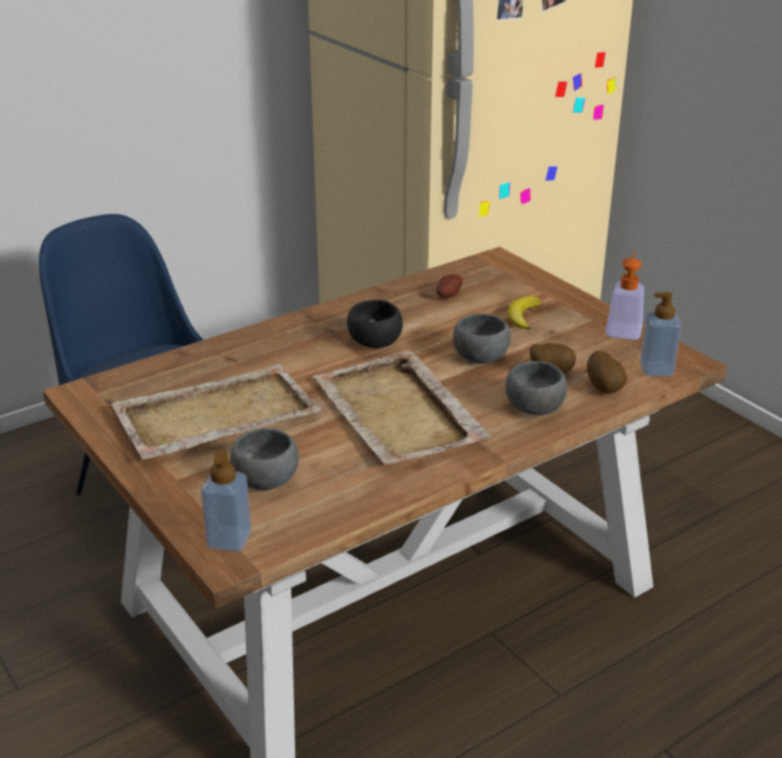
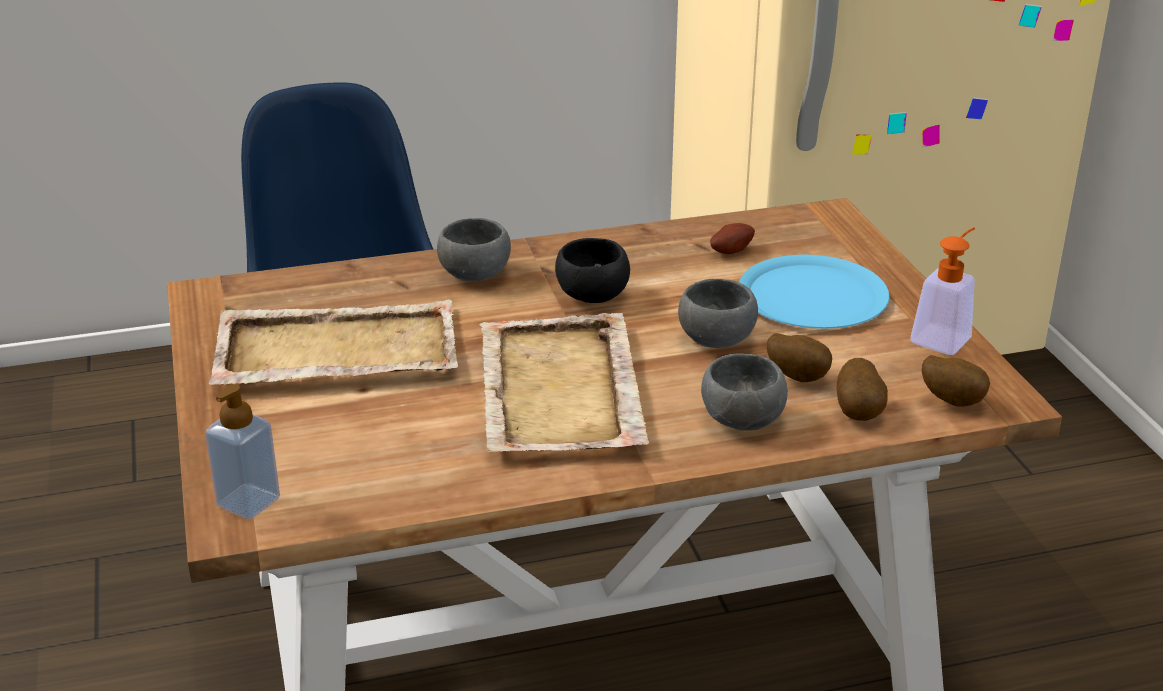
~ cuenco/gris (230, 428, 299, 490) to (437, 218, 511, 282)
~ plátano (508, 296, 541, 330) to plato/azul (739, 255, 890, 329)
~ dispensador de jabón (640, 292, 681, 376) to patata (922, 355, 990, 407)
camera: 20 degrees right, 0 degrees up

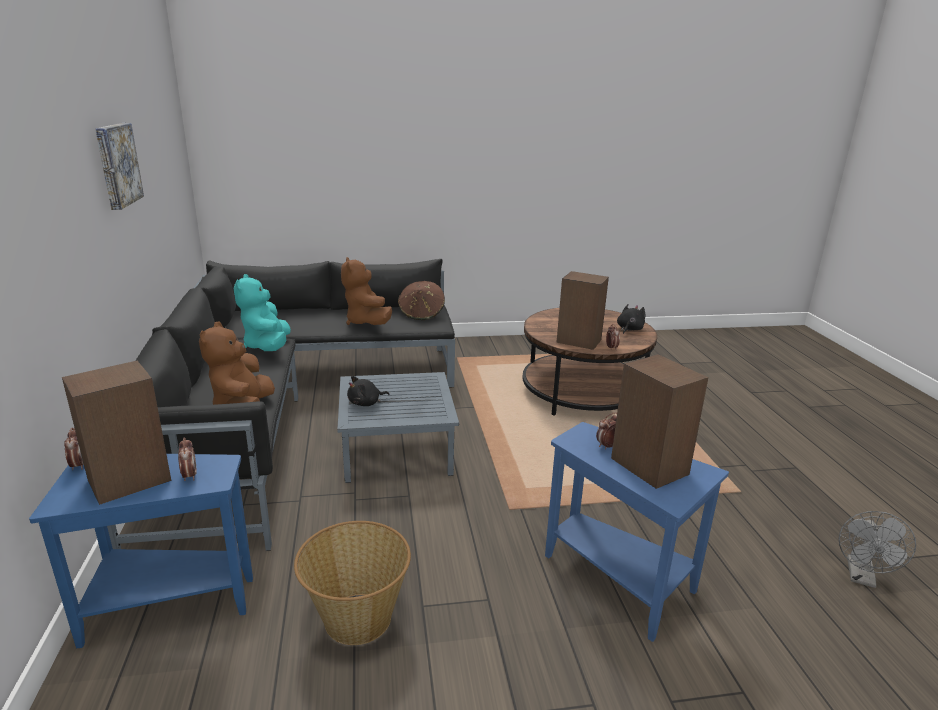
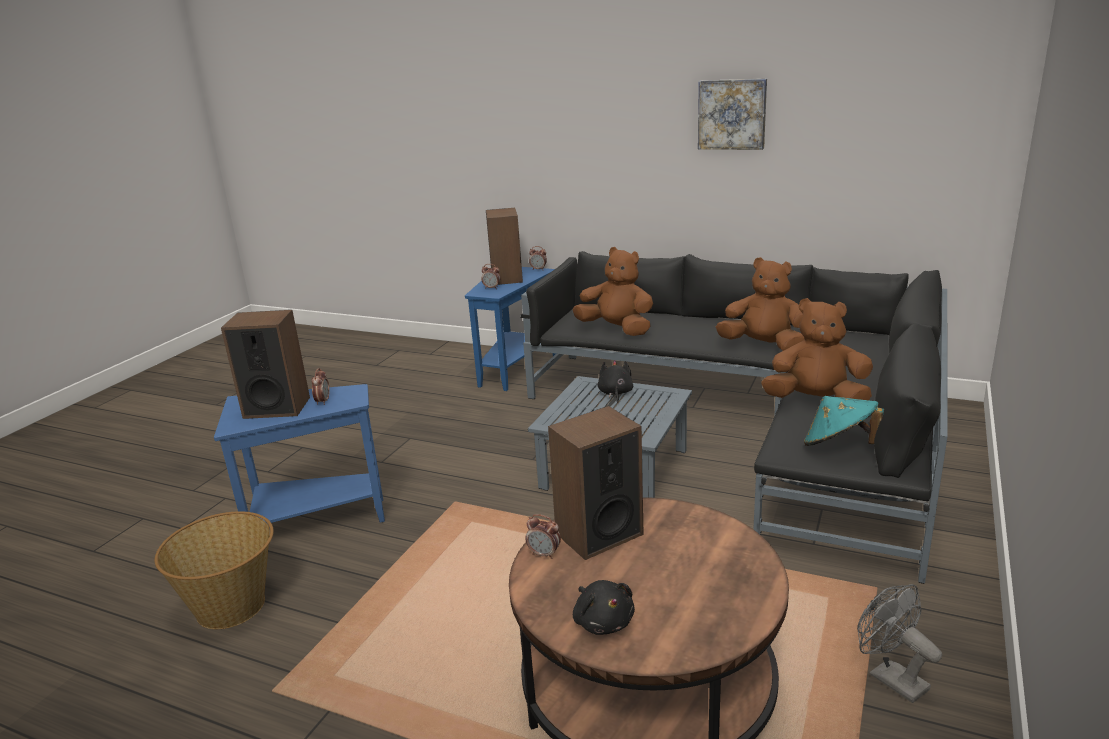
~ cesta (294, 521, 411, 645) to (155, 511, 274, 629)
~ ventilador/gris (839, 511, 916, 588) to (857, 584, 942, 703)
~ peluche/turquesa (234, 274, 291, 351) to peluche/marrón (716, 257, 804, 351)
~ sombrero/marrón (398, 281, 445, 320) to sombrero/turquesa (804, 396, 884, 446)
camera: 125 degrees right, 0 degrees up

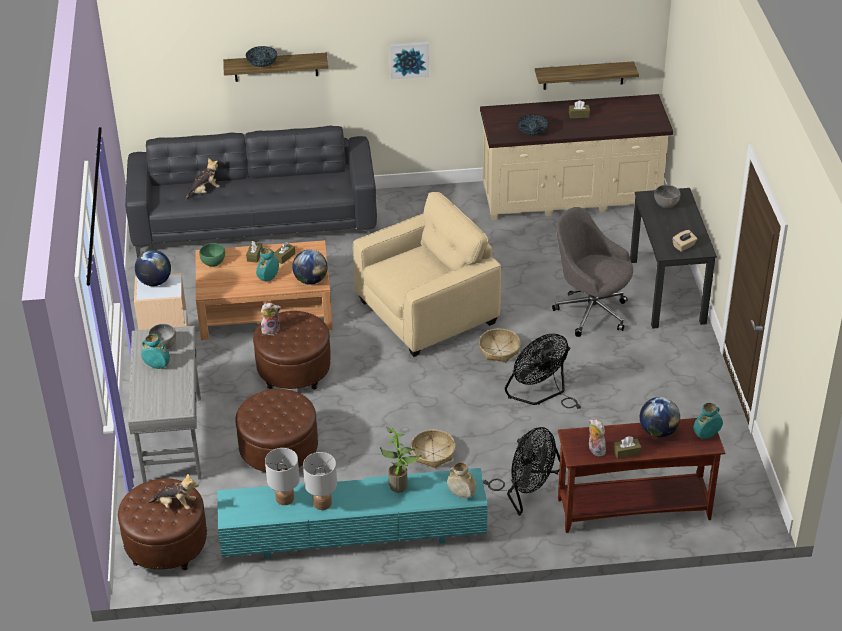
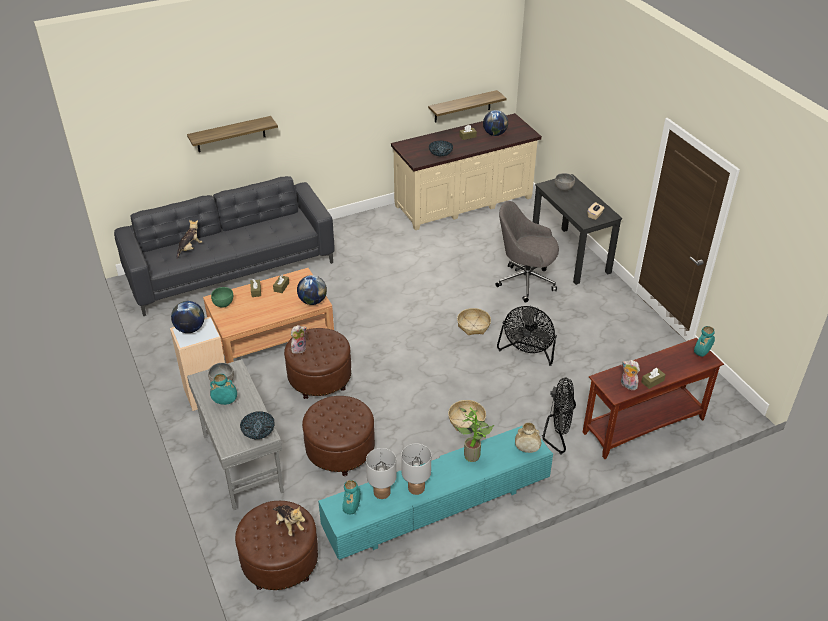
- sillón/beis (353, 192, 501, 357)
- cuadro (390, 42, 429, 79)
~ cuenco (246, 46, 277, 67) to (240, 411, 275, 439)
~ florero/turquesa (256, 248, 279, 281) to (342, 480, 361, 514)
~ globo terráqueo (640, 397, 680, 437) to (483, 110, 508, 136)
~ peluche (149, 474, 199, 509) = (273, 505, 305, 536) 60 degrees clockwise
~ ventilador/negro (505, 334, 581, 409) = (497, 306, 557, 366) 105 degrees counterclockwise
camera: 20 degrees left, 0 degrees up

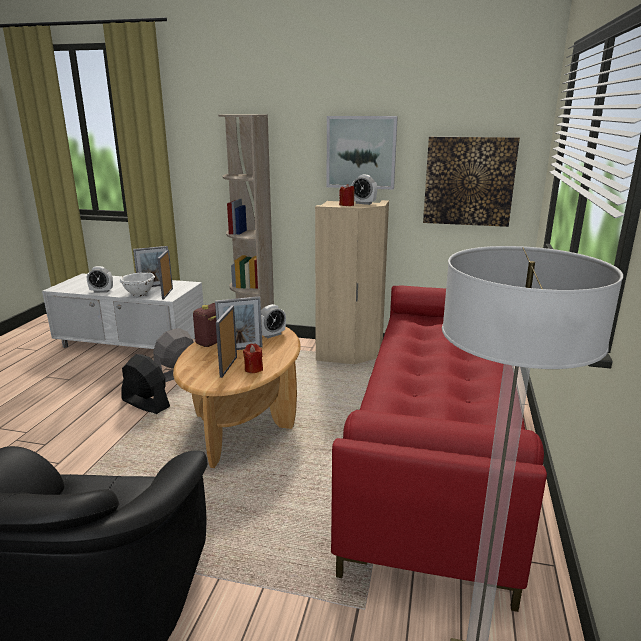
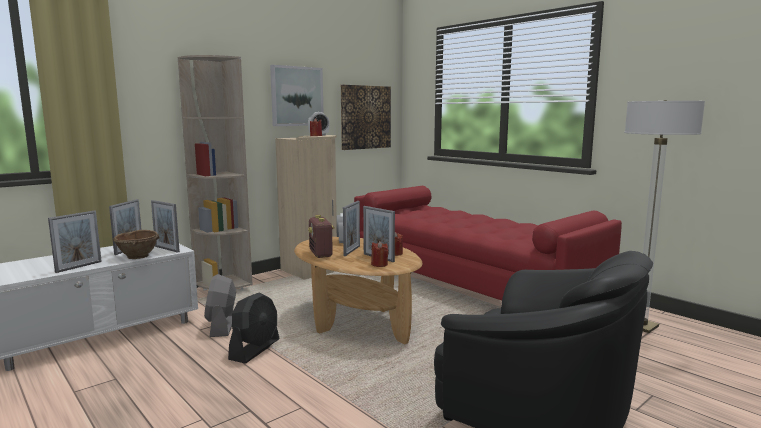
+ vela/rojo (371, 241, 389, 267)
~ despertador (87, 266, 113, 293) to portarretratos (48, 210, 102, 273)
~ cuenco/blanco (120, 272, 155, 297) to cuenco/marrón (113, 230, 159, 259)
~ ventilador/negro (121, 354, 170, 414) = (228, 293, 280, 363) 135 degrees clockwise
camera: 55 degrees left, 10 degrees down

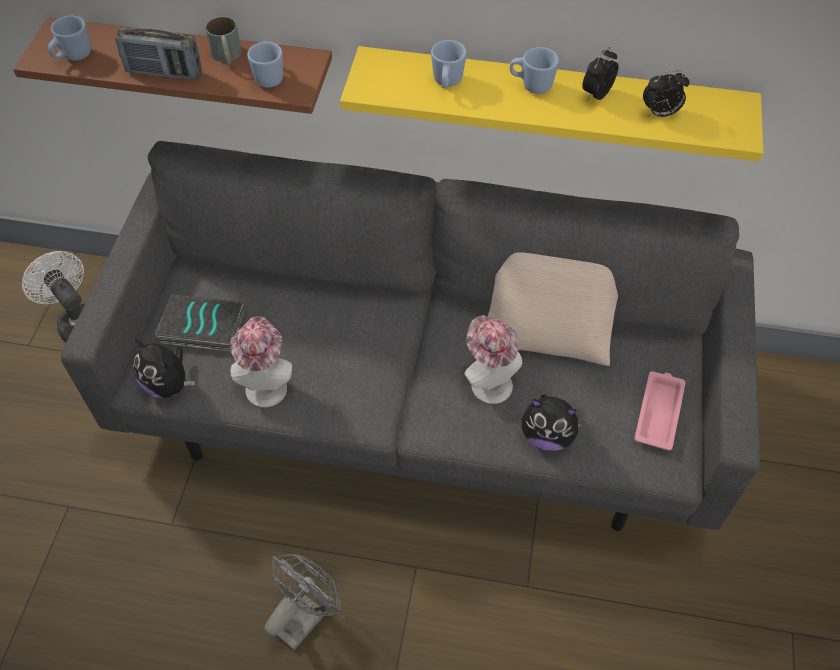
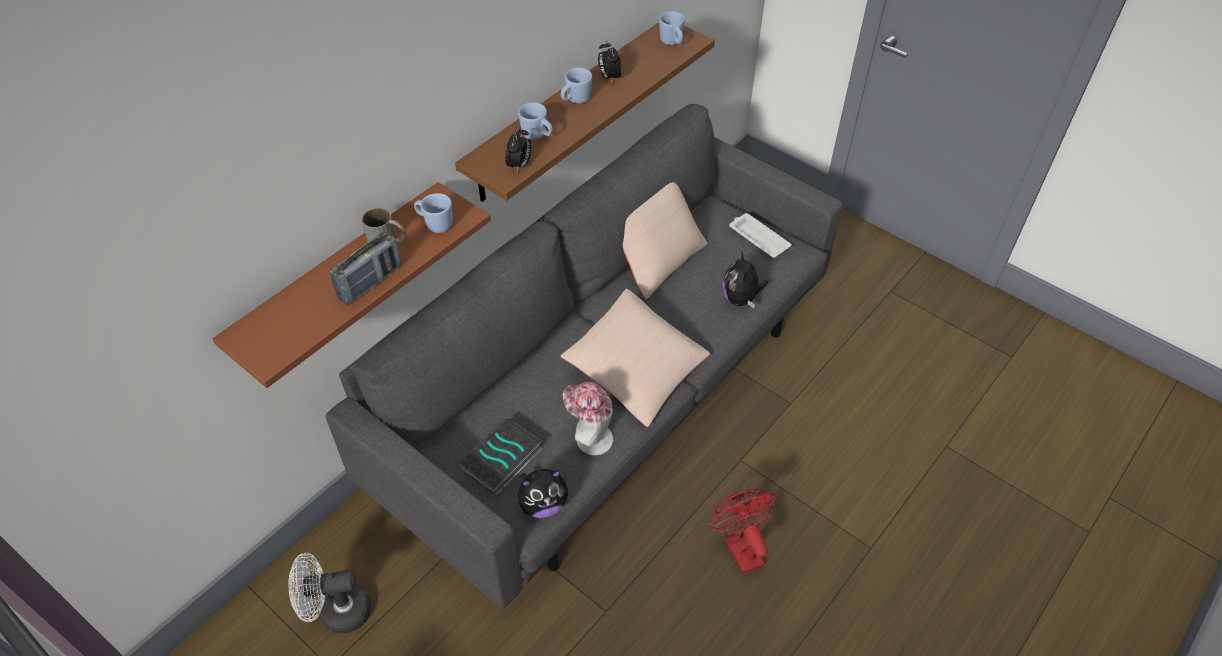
- sombrero (465, 315, 522, 404)
+ cojín/beis (560, 289, 710, 427)
~ taza grande/azul (48, 16, 91, 61) to (659, 11, 685, 45)
~ despertador (643, 70, 689, 117) to (505, 127, 531, 172)
~ ventilador/gris (265, 554, 341, 650) to ventilador/rojo (709, 489, 776, 574)
~ estante/amarillo (340, 46, 763, 162) to estante/marrón (455, 23, 715, 202)
~ bandeja/rosa (635, 371, 685, 451) to bandeja/blanco (729, 213, 792, 258)
~ peluche (522, 394, 586, 451) = (722, 250, 768, 308) 135 degrees clockwise
camera: 60 degrees left, 5 degrees down

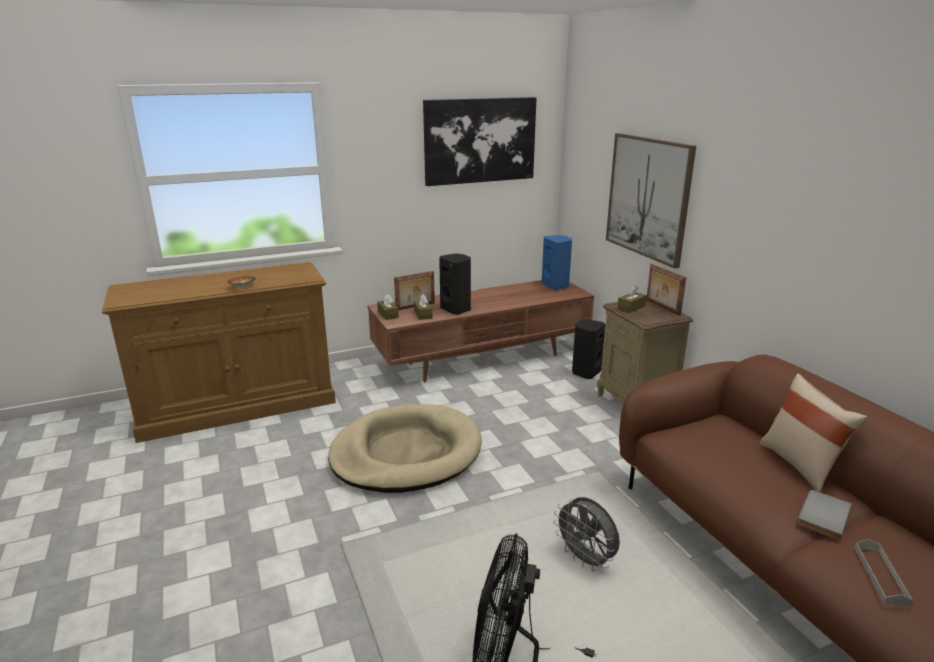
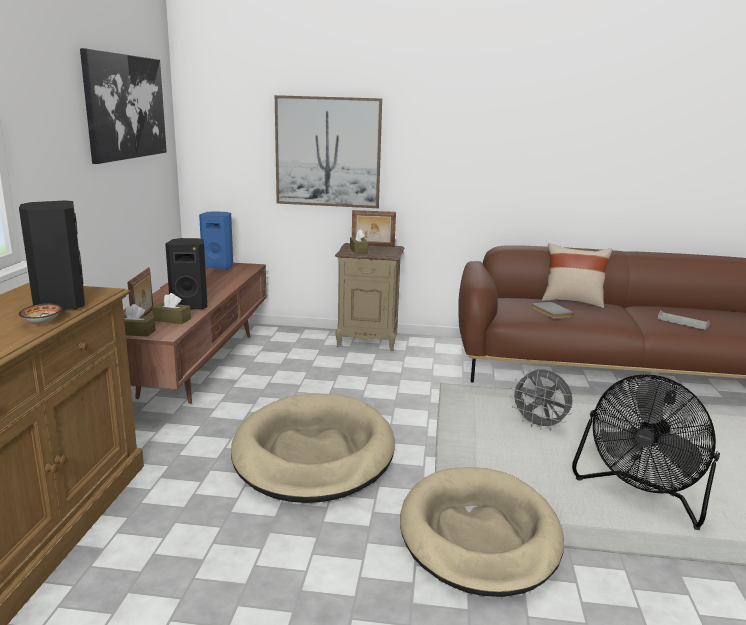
+ cama para perro/beis (400, 467, 564, 597)
~ altavoz/negro (572, 319, 606, 379) to (19, 200, 85, 309)
~ libro/gris (797, 490, 852, 540) to (532, 302, 575, 319)
~ ventilador/gris (553, 497, 620, 571) = (510, 370, 572, 430) 45 degrees clockwise
camera: 60 degrees left, 5 degrees down

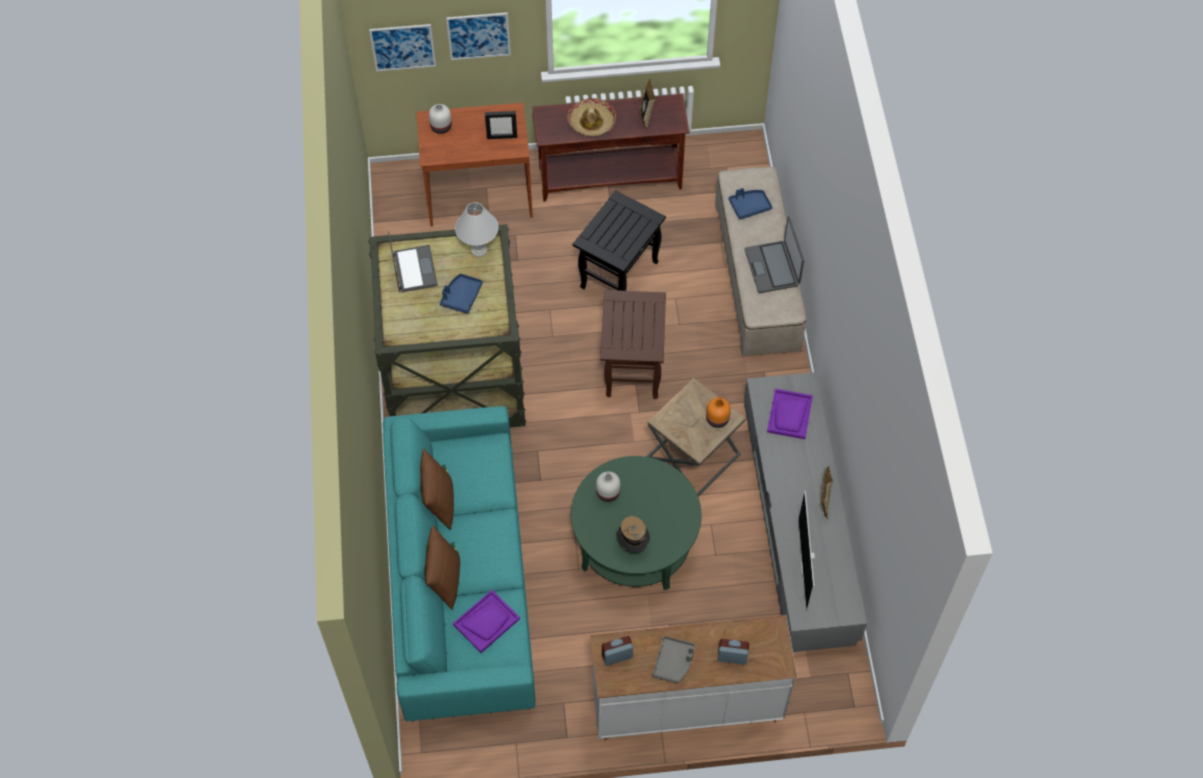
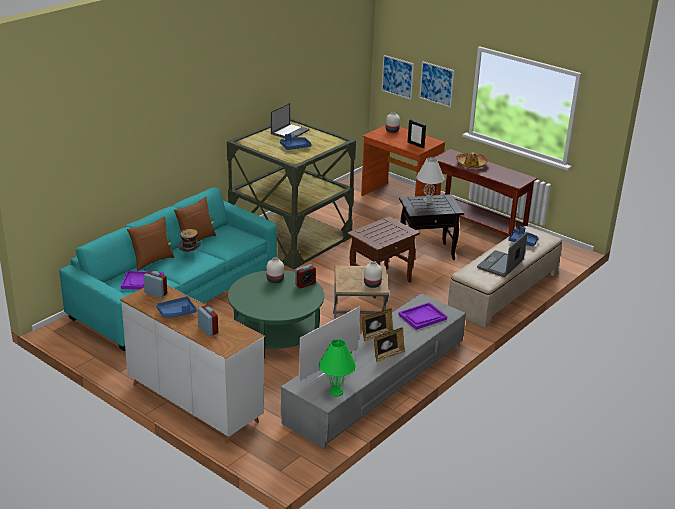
+ despertador (295, 264, 316, 288)
+ lámpara de mesa/verde (319, 339, 356, 397)
~ lámpara de mesa/blanco (455, 202, 498, 257) to (416, 158, 444, 203)
~ sombrero (616, 516, 650, 553) to (178, 229, 201, 252)
~ portarretratos (639, 79, 656, 129) to (362, 308, 393, 341)
~ bandeja/gris (653, 636, 696, 683) to bandeja/azul (156, 296, 197, 318)
~ florero/naranja (706, 397, 731, 428) to florero/blanco (364, 261, 382, 288)
camera: 45 degrees right, 30 degrees down

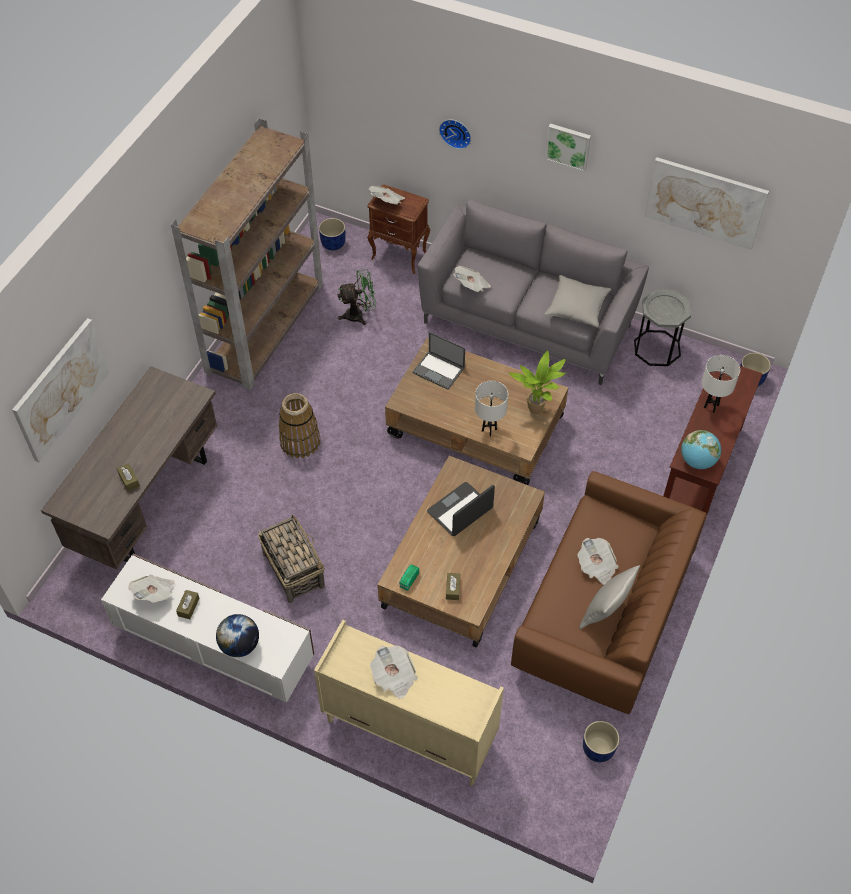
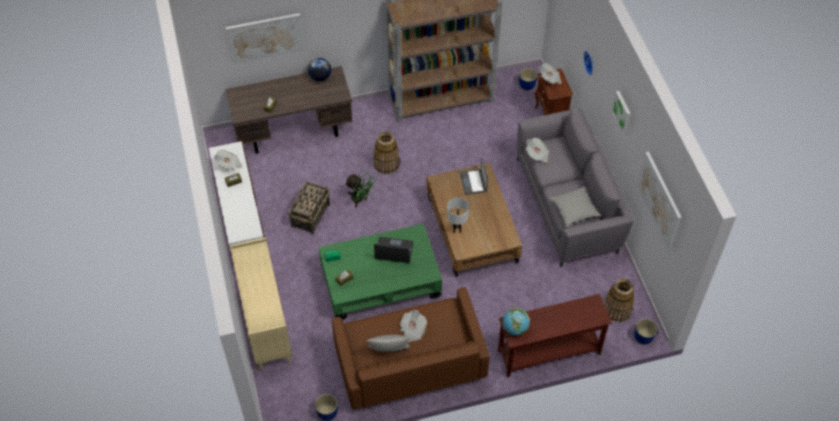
- periódico (370, 645, 418, 699)
- planta en maceta (509, 350, 565, 414)
- mesa auxiliar/gris (634, 289, 691, 366)
- lámpara de mesa/blanco (702, 355, 740, 413)
+ cesta (604, 278, 634, 322)
~ globo terráqueo (216, 614, 259, 657) to (308, 58, 331, 81)
~ ventilador/verde (338, 269, 376, 325) to (345, 173, 376, 207)
~ mesa de centro/marrón (378, 456, 545, 647) to mesa de centro/verde (318, 224, 442, 320)
camera: 50 degrees right, 0 degrees up

